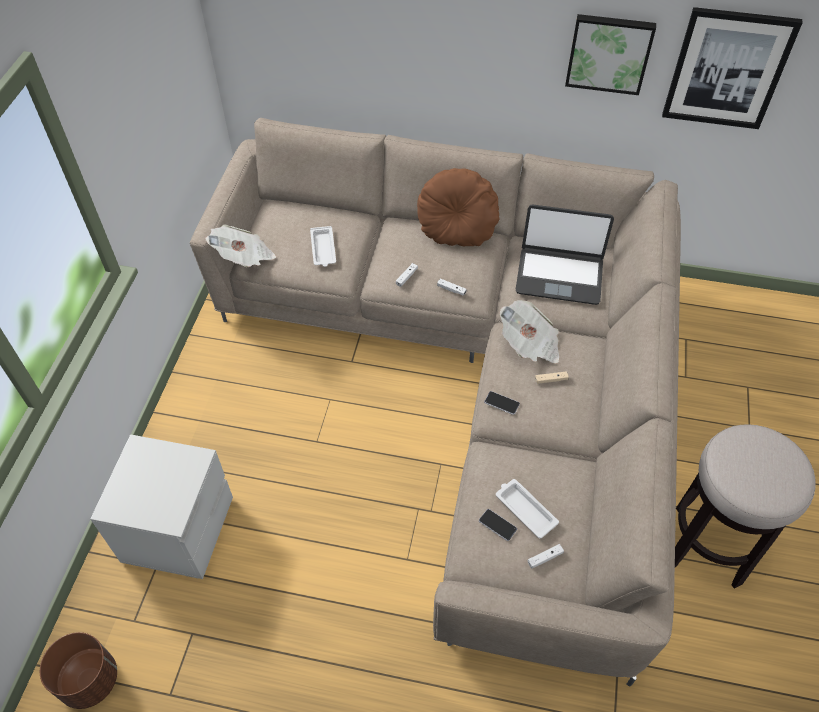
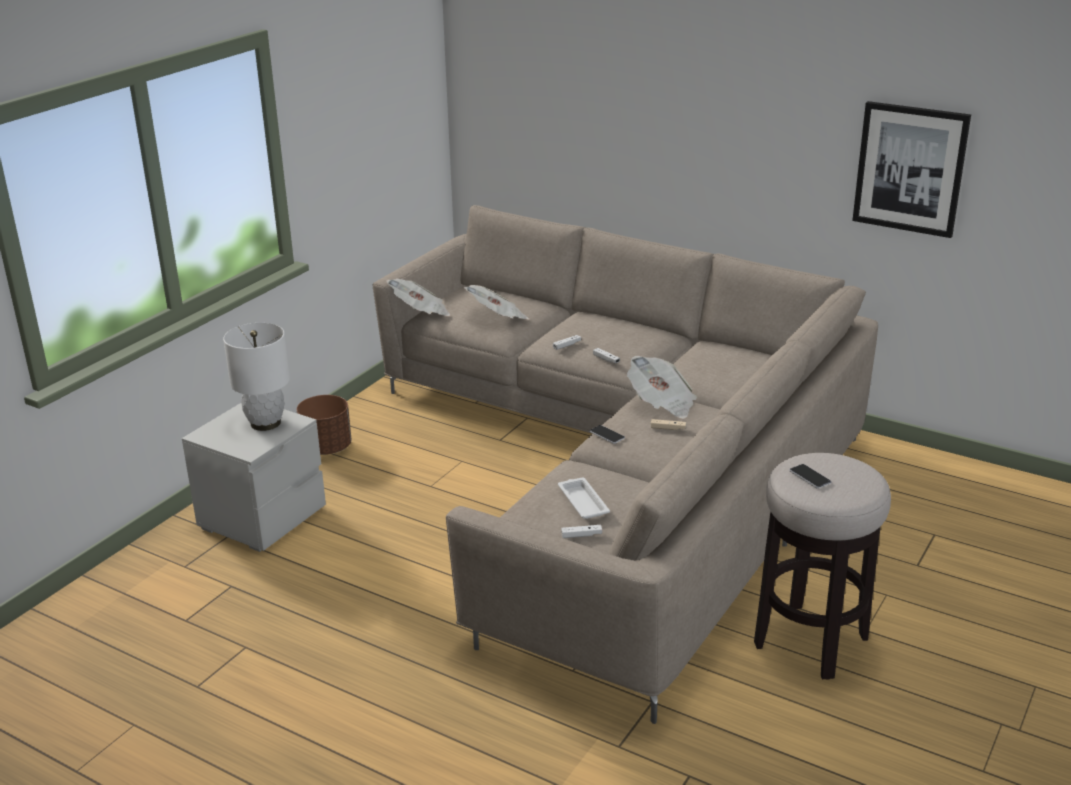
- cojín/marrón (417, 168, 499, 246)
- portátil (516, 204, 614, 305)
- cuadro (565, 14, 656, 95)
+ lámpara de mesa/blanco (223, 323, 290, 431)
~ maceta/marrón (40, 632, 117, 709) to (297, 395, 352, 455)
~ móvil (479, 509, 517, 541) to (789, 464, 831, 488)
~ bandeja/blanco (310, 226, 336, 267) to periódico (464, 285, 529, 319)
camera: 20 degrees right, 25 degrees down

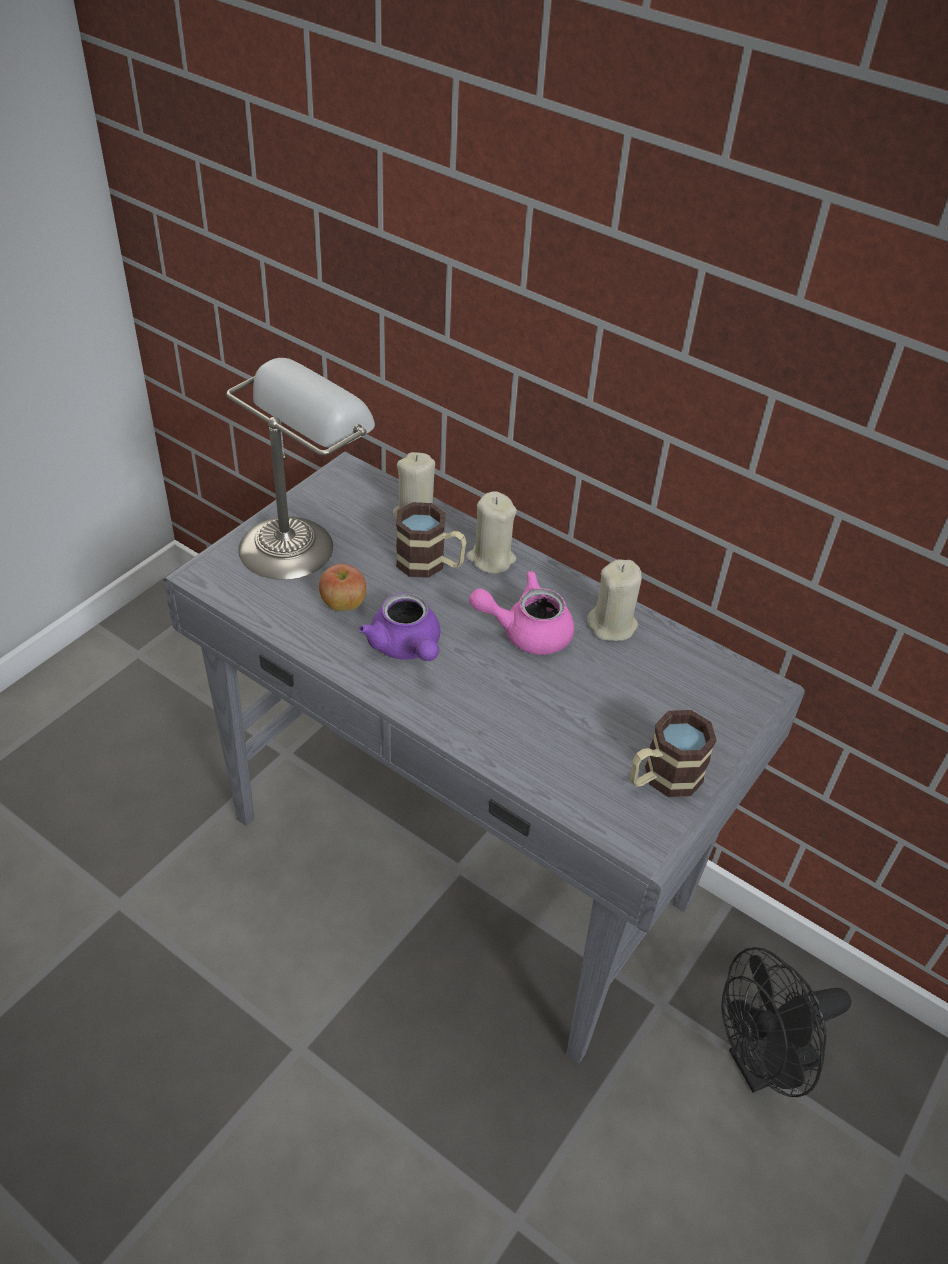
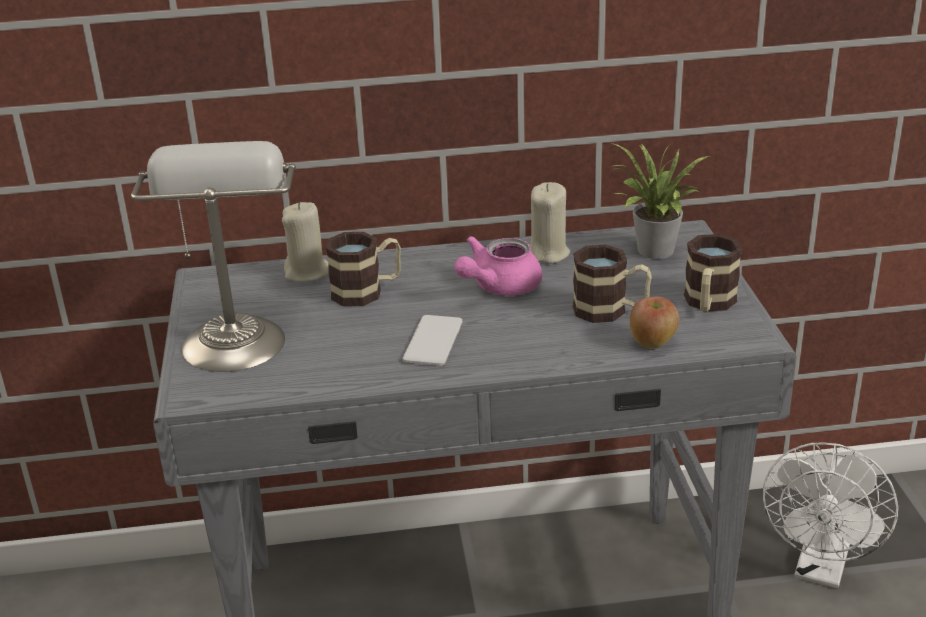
- vela/beis (466, 491, 517, 574)
+ taza grande (573, 245, 652, 323)
+ planta en maceta (612, 143, 709, 259)
~ manzana (319, 564, 366, 611) to (630, 296, 679, 349)
~ tetera/morado (359, 592, 440, 661) to móvil (403, 315, 462, 366)
~ ventilador/negro (721, 947, 851, 1097) to ventilador/blanco (763, 443, 898, 588)
camera: 40 degrees left, 15 degrees down

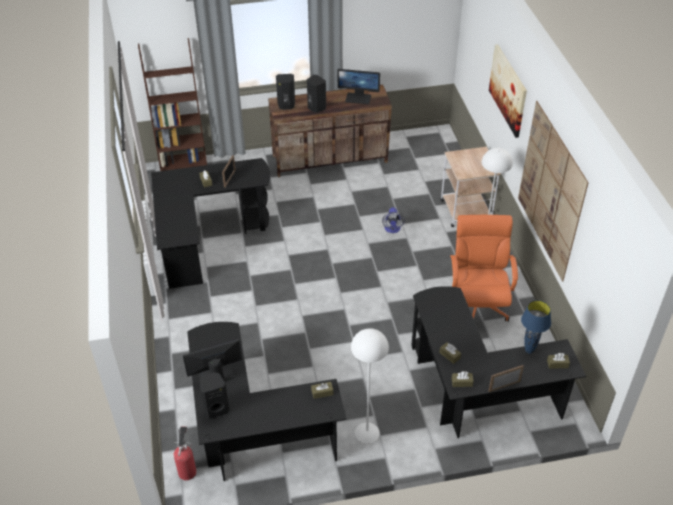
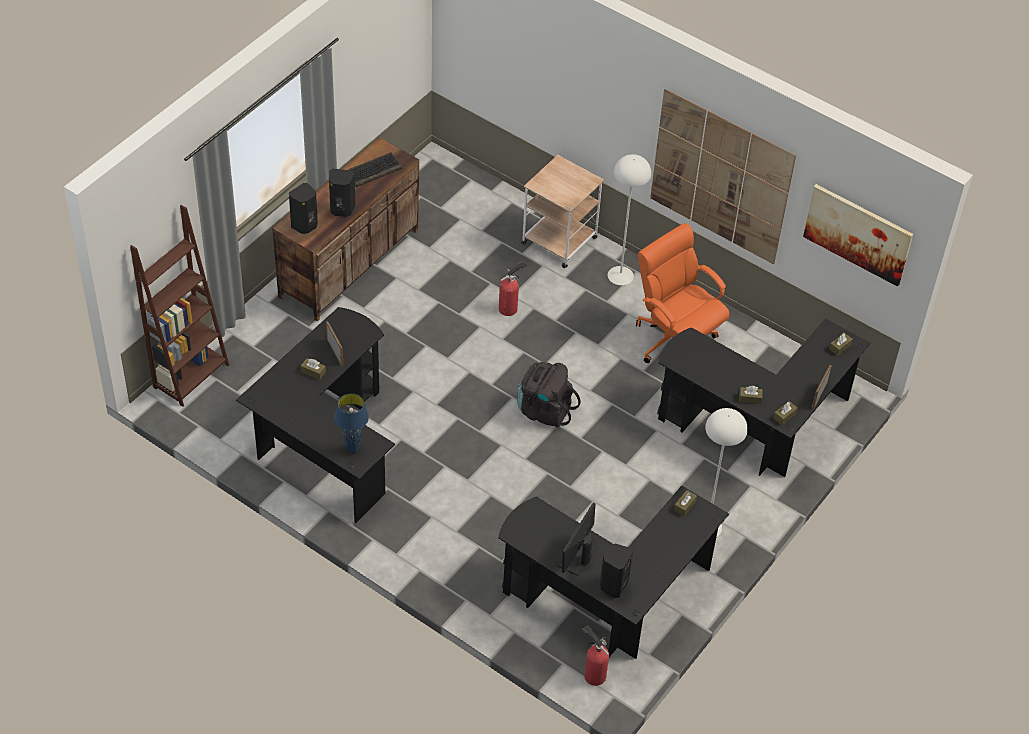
+ mochila/negro (517, 362, 580, 428)
~ cuadro (489, 44, 527, 138) to (803, 184, 913, 286)
~ lámpara de mesa/azul (521, 300, 551, 354) to (334, 393, 369, 454)
~ monitor (337, 69, 380, 104) to teclado (348, 152, 402, 187)
~ ventilador (382, 207, 405, 233) to extintor (499, 261, 527, 316)
camera: 45 degrees left, 5 degrees up

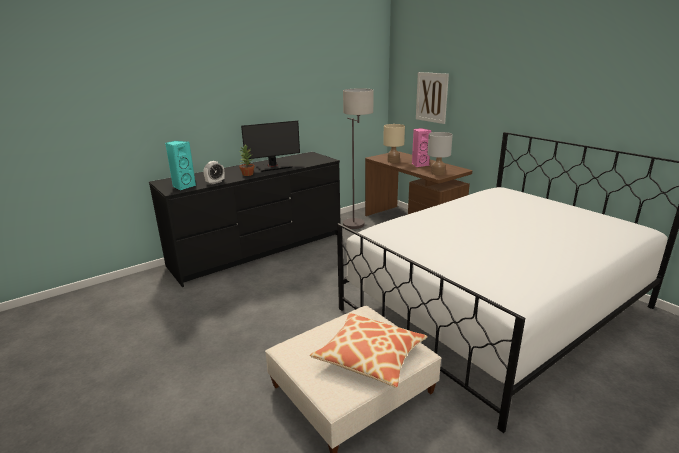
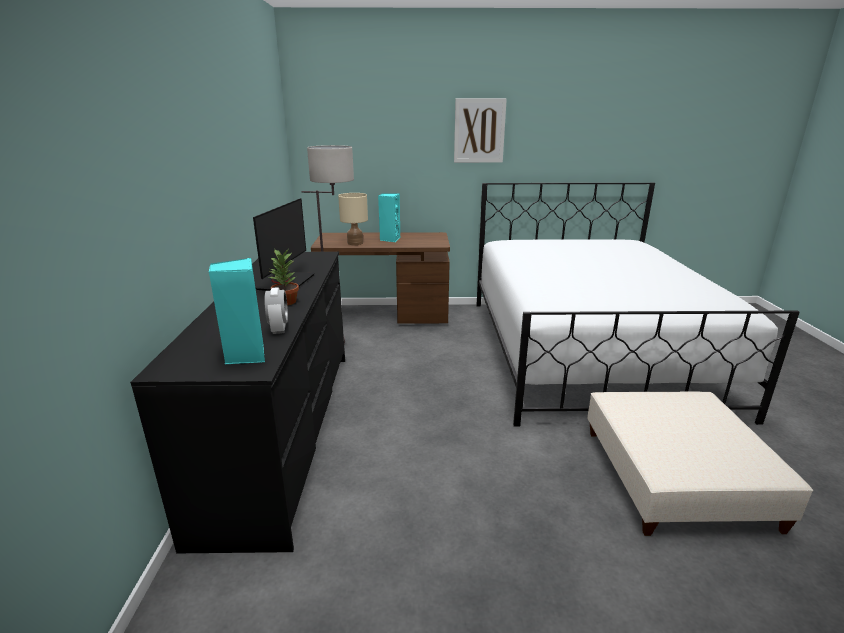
- cojín (310, 313, 427, 388)
- lámpara de mesa/gris (427, 132, 453, 175)
~ cuadro (416, 72, 449, 124) to (454, 98, 507, 163)
~ altavoz/rosa (412, 128, 432, 167) to altavoz/turquesa (378, 194, 400, 242)
camera: 55 degrees left, 0 degrees up

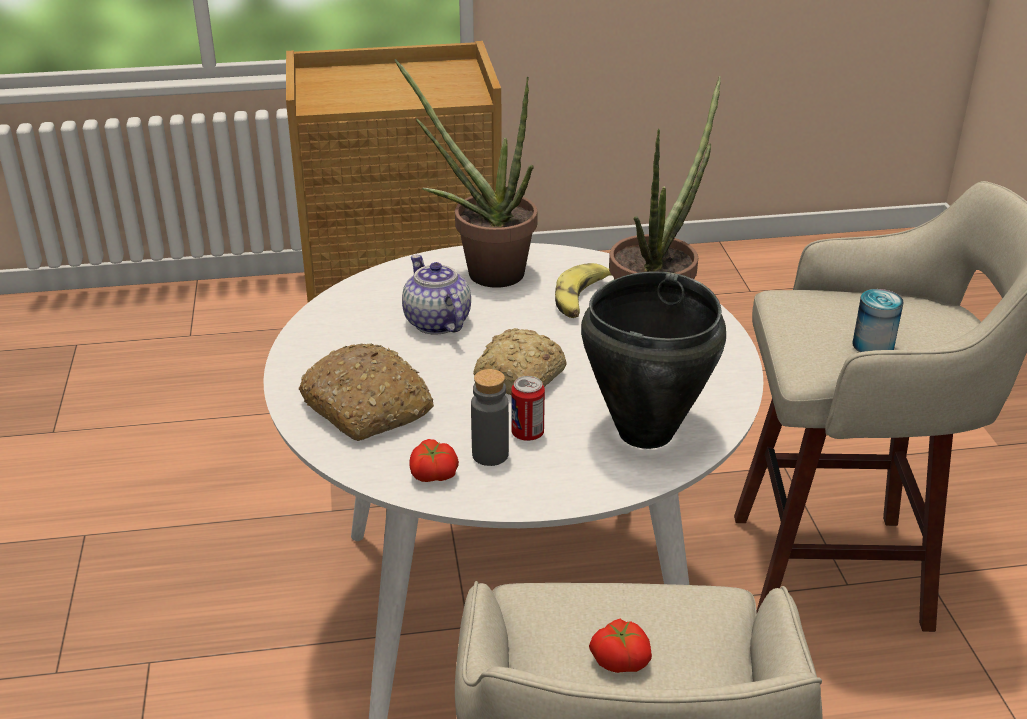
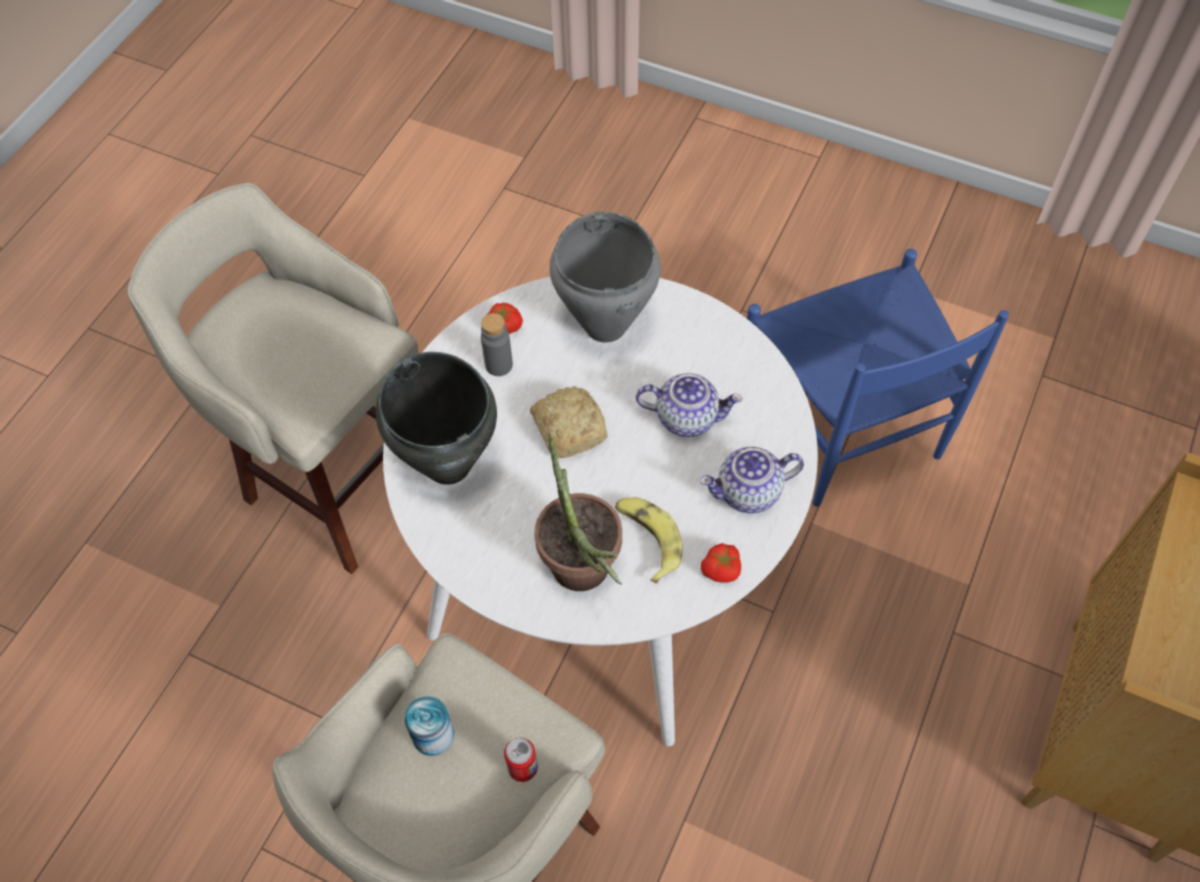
+ silla/azul (747, 249, 1009, 507)
~ lata (511, 376, 545, 441) to (504, 738, 538, 782)
~ tomate (589, 619, 652, 673) to (701, 543, 741, 582)
~ pan (298, 343, 434, 441) to olla/gris (550, 212, 661, 343)
~ planta en maceta (395, 59, 538, 288) to tetera (700, 447, 804, 513)
camera: 125 degrees right, 25 degrees up

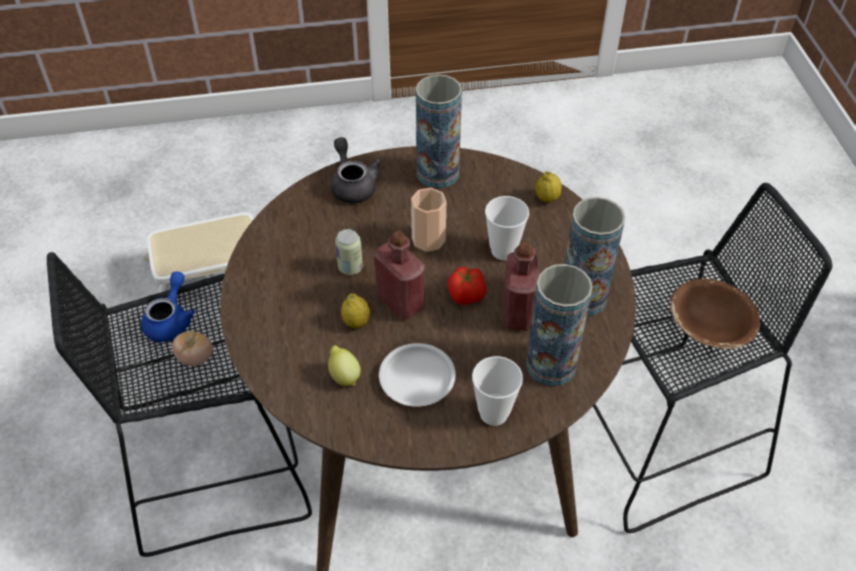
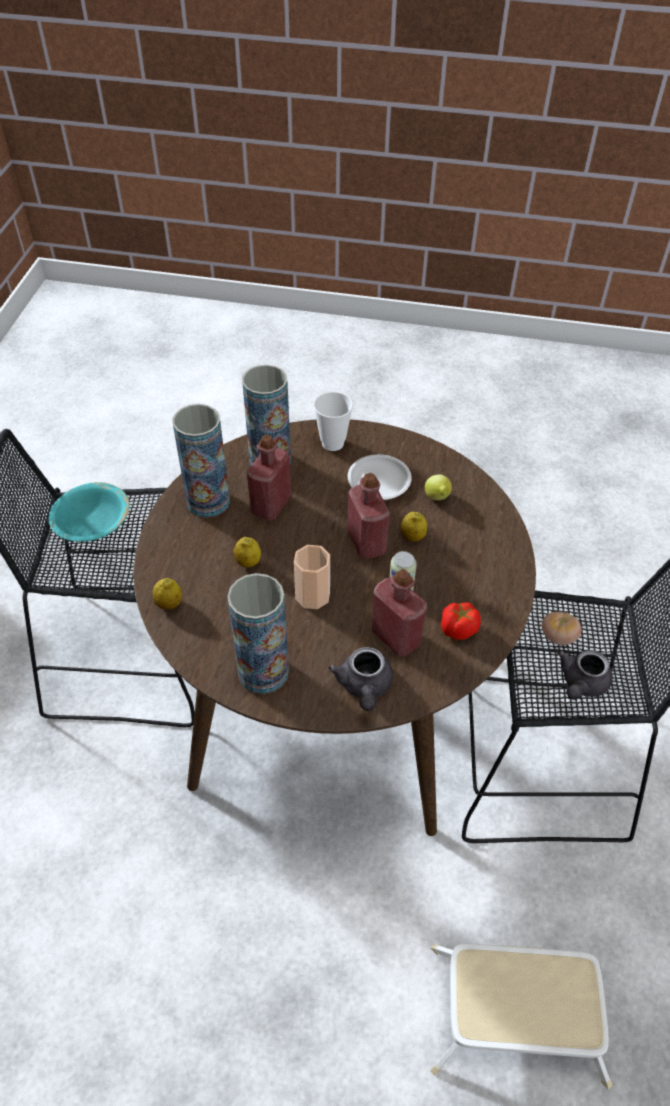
+ botella/rojo (372, 569, 427, 657)
~ tomate (448, 266, 487, 305) to (441, 602, 481, 640)
~ taza (485, 196, 529, 260) to limón (233, 537, 261, 568)
~ tetera/azul (141, 272, 195, 342) to tetera/gris (557, 650, 613, 700)
~ cuenco/marrón (671, 279, 760, 349) to cuenco/turquesa (48, 482, 130, 542)
camera: 160 degrees left, 0 degrees up

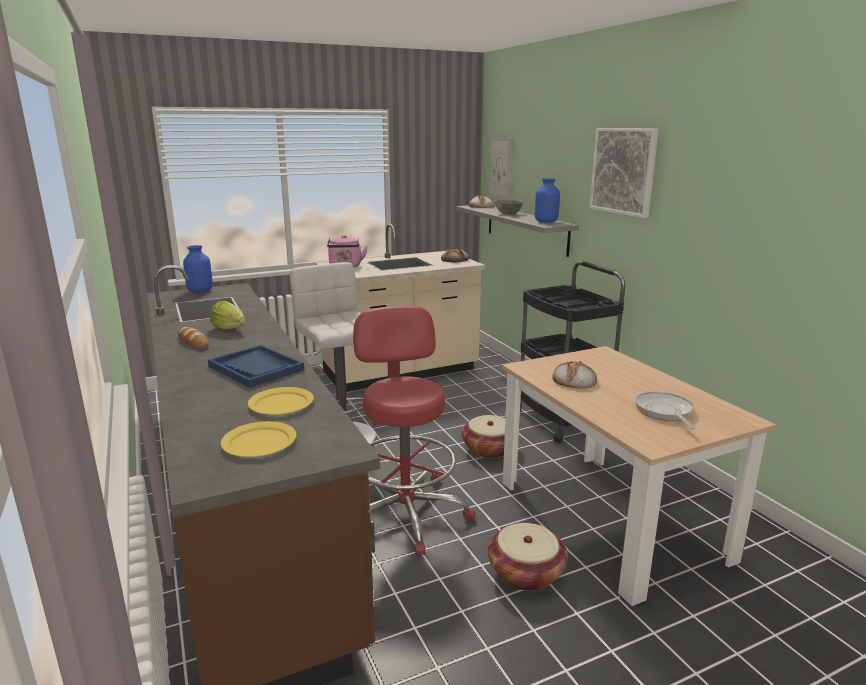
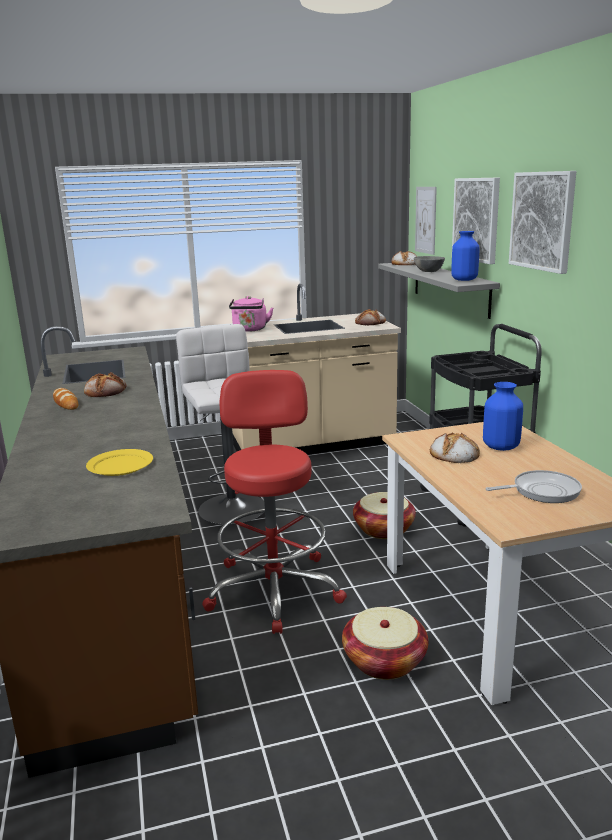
- bandeja/azul (208, 345, 304, 388)
- plato/amarillo (221, 421, 297, 457)
+ cuadro (452, 177, 500, 264)
~ florero/azul (183, 245, 213, 293) to (483, 382, 523, 451)
~ lechuga (210, 301, 246, 330) to pan (84, 372, 127, 397)
~ sartén (635, 392, 696, 429) = (485, 470, 582, 503) 75 degrees clockwise
camera: 10 degrees right, 0 degrees up

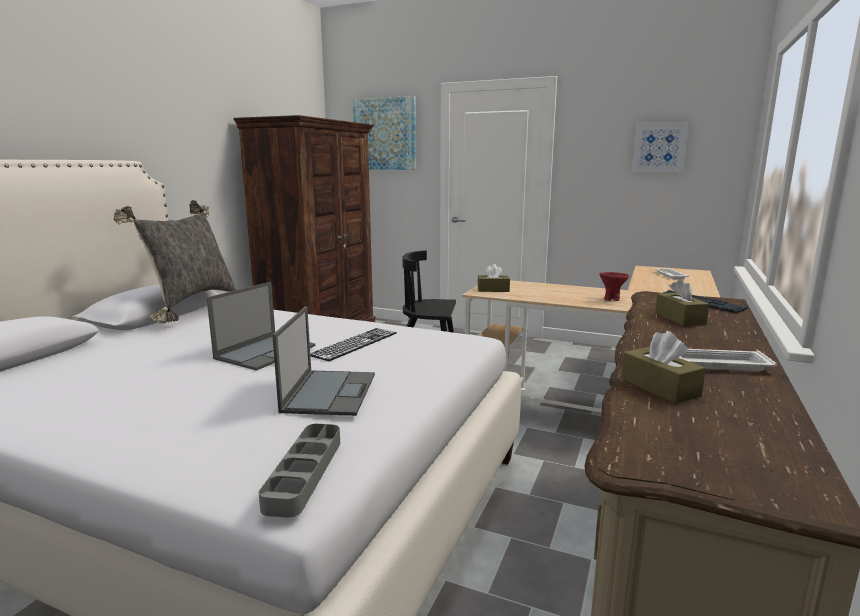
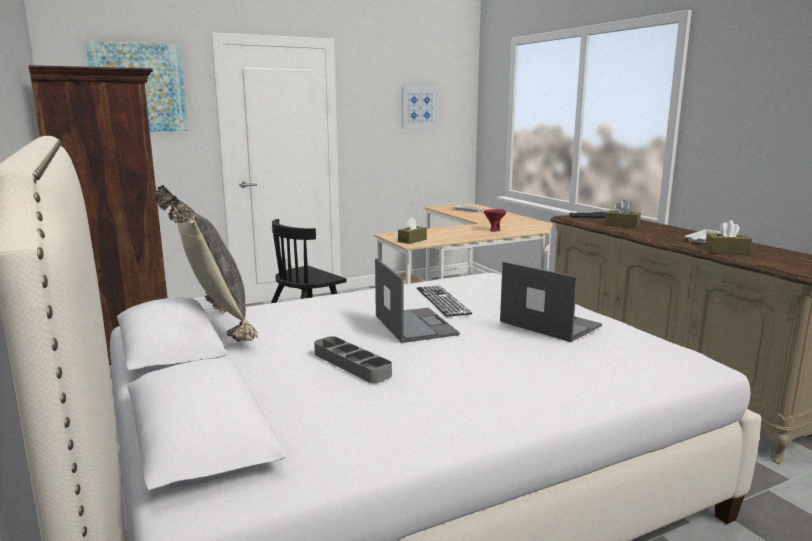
~ bandeja/gris (259, 424, 340, 518) to (314, 336, 392, 383)
camera: 50 degrees left, 0 degrees up

